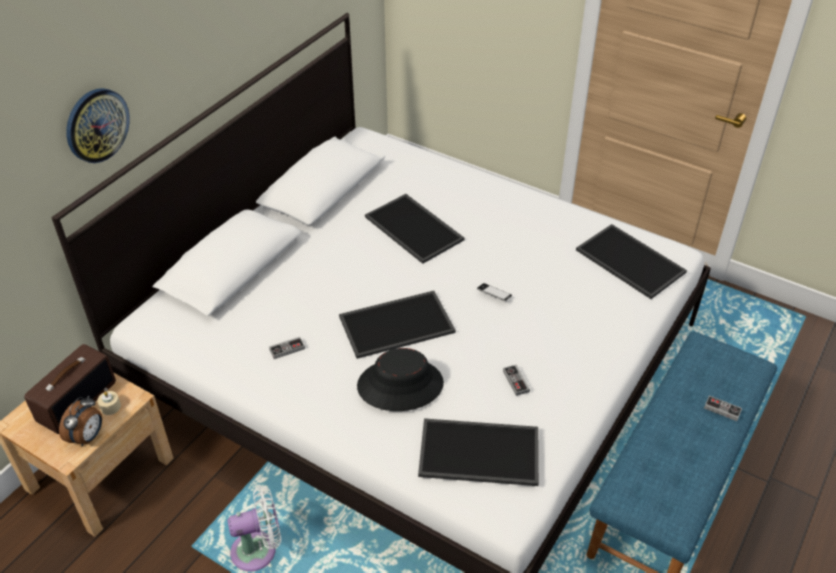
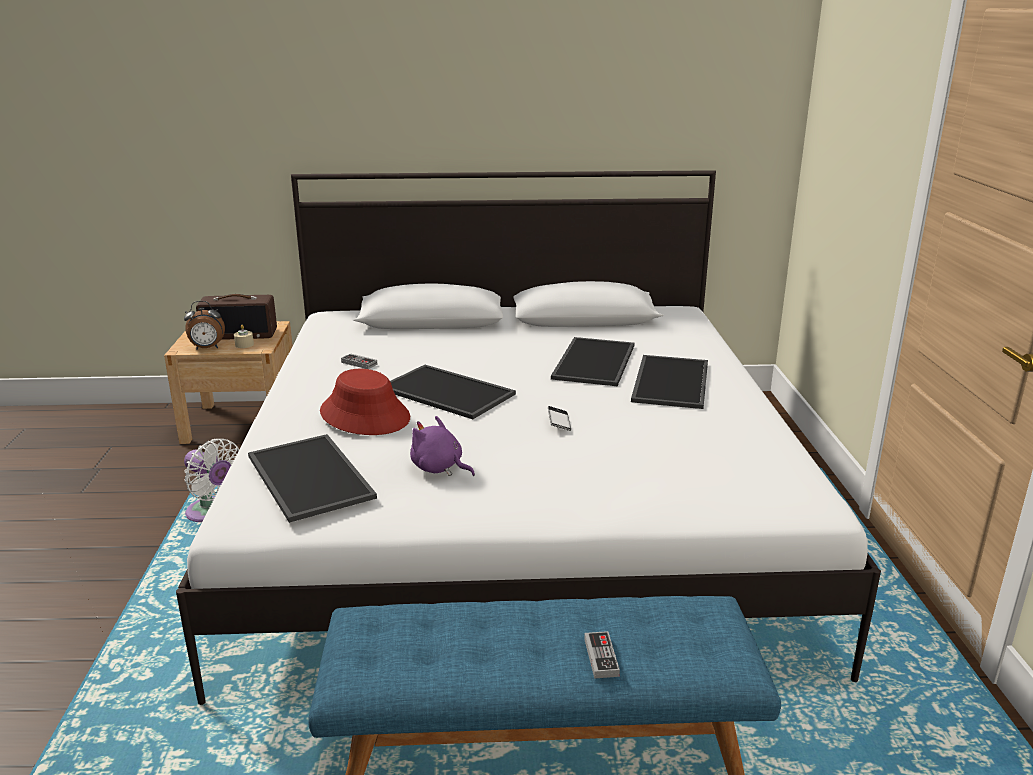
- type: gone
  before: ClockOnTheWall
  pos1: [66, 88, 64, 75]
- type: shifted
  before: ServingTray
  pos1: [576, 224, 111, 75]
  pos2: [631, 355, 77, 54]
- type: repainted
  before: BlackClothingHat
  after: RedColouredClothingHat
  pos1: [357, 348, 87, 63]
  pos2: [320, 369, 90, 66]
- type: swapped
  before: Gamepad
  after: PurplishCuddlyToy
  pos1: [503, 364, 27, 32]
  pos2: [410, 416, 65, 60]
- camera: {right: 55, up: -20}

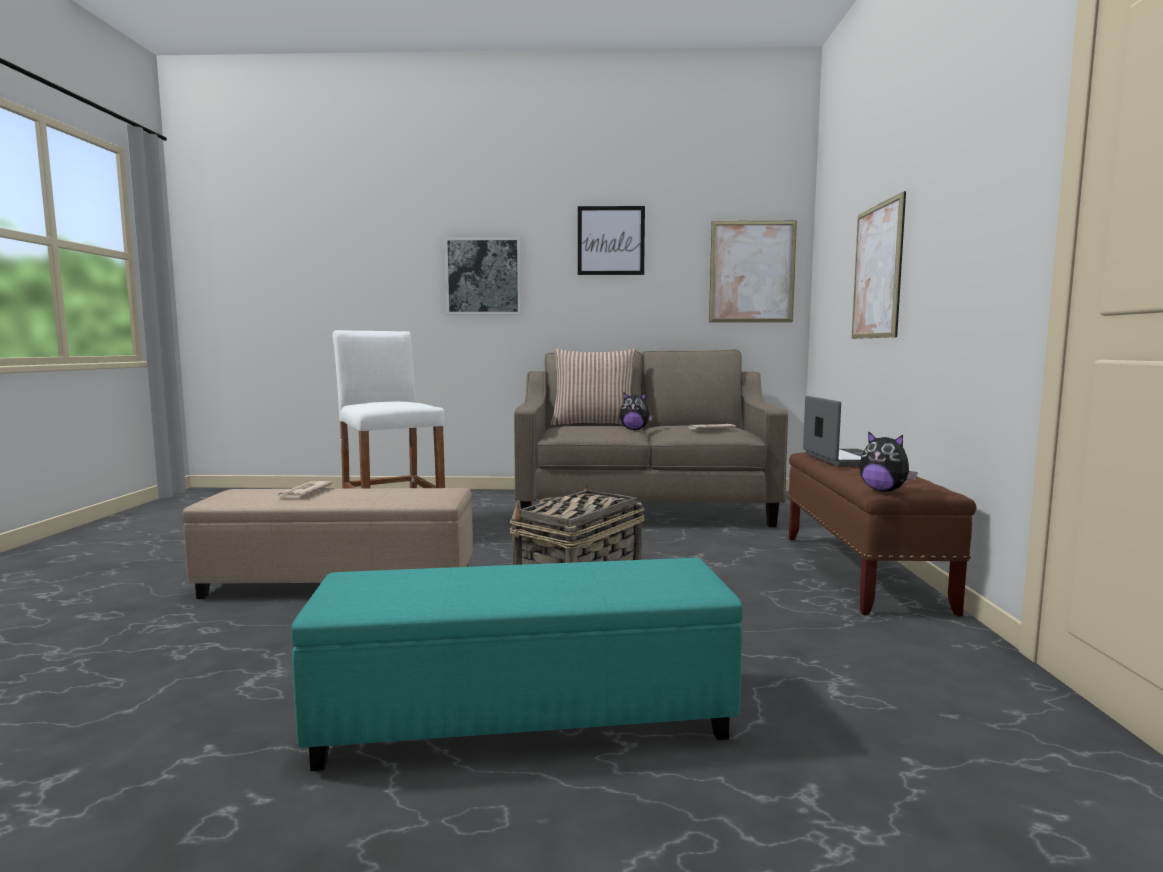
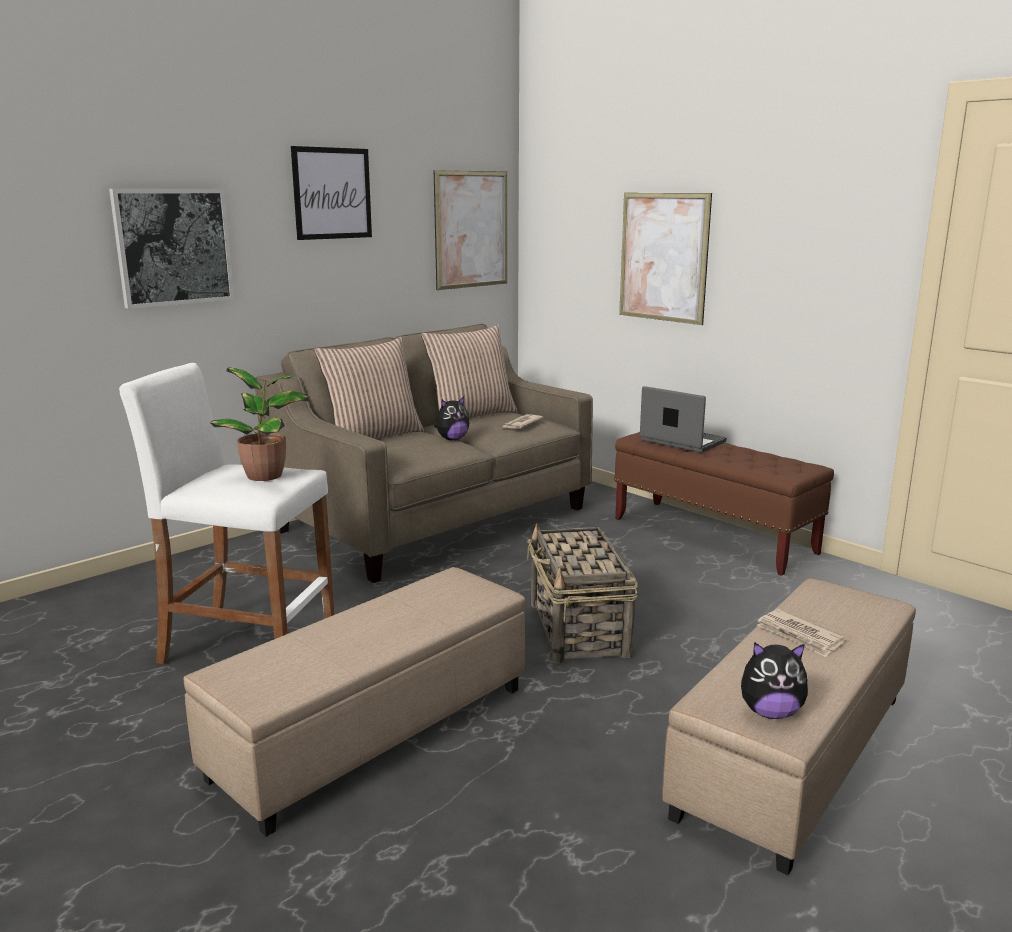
- type: shifted
  before: CuddlyToy
  pos1: [859, 431, 59, 61]
  pos2: [741, 642, 67, 77]
- type: shifted
  before: PrintedPaper
  pos1: [278, 481, 54, 17]
  pos2: [757, 609, 89, 48]
- type: repainted
  before: BlueGreenPouffe
  after: BeigePouffe
  pos1: [291, 558, 451, 213]
  pos2: [662, 578, 254, 297]
- type: new
  after: ThrowPillow
  pos2: [421, 325, 96, 92]
- type: new
  after: Houseplant
  pos2: [210, 367, 99, 114]
- camera: {right: -45, up: 10}

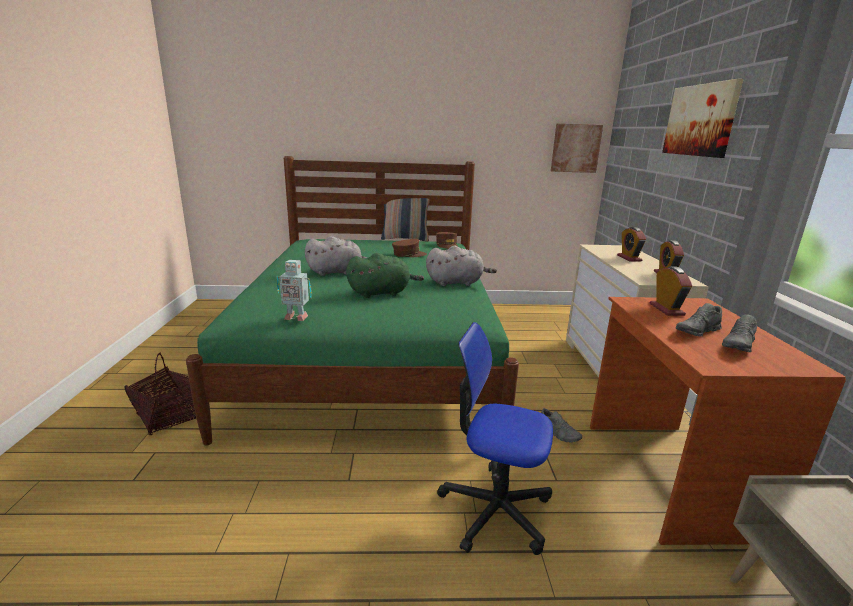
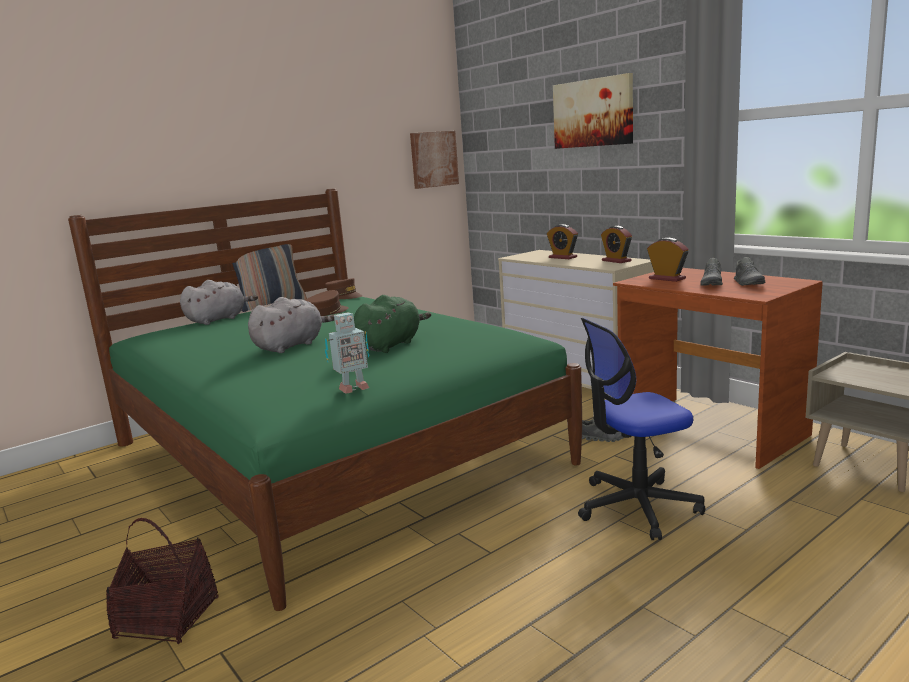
- type: shifted
  before: GreyishCuddlyToy
  pos1: [426, 246, 71, 40]
  pos2: [180, 280, 78, 45]
- camera: {right: -35, up: -5}

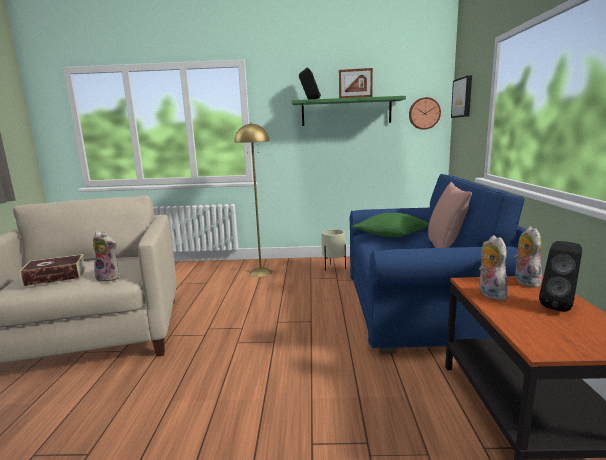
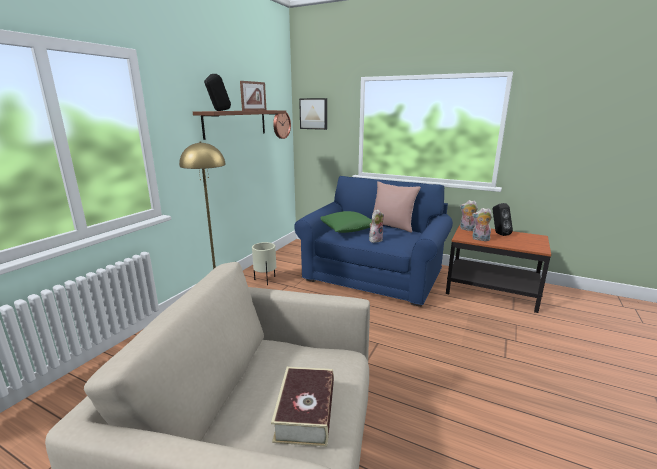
- type: repainted
  before: GreenColouredWallShelf
  after: BrownishWallShelf
  pos1: [292, 96, 114, 30]
  pos2: [193, 110, 93, 30]
- type: shifted
  before: CuddlyToy
  pos1: [93, 231, 26, 51]
  pos2: [369, 209, 15, 34]
- camera: {right: -65, up: 5}

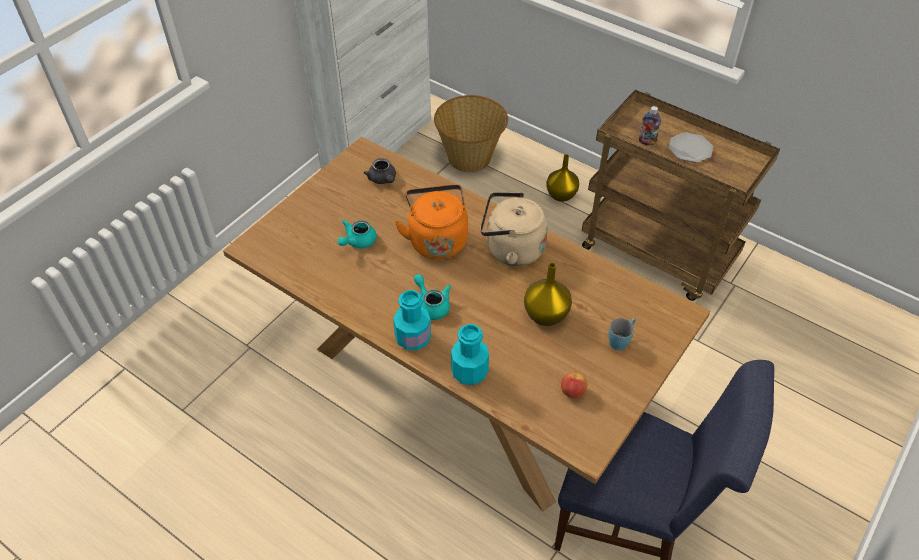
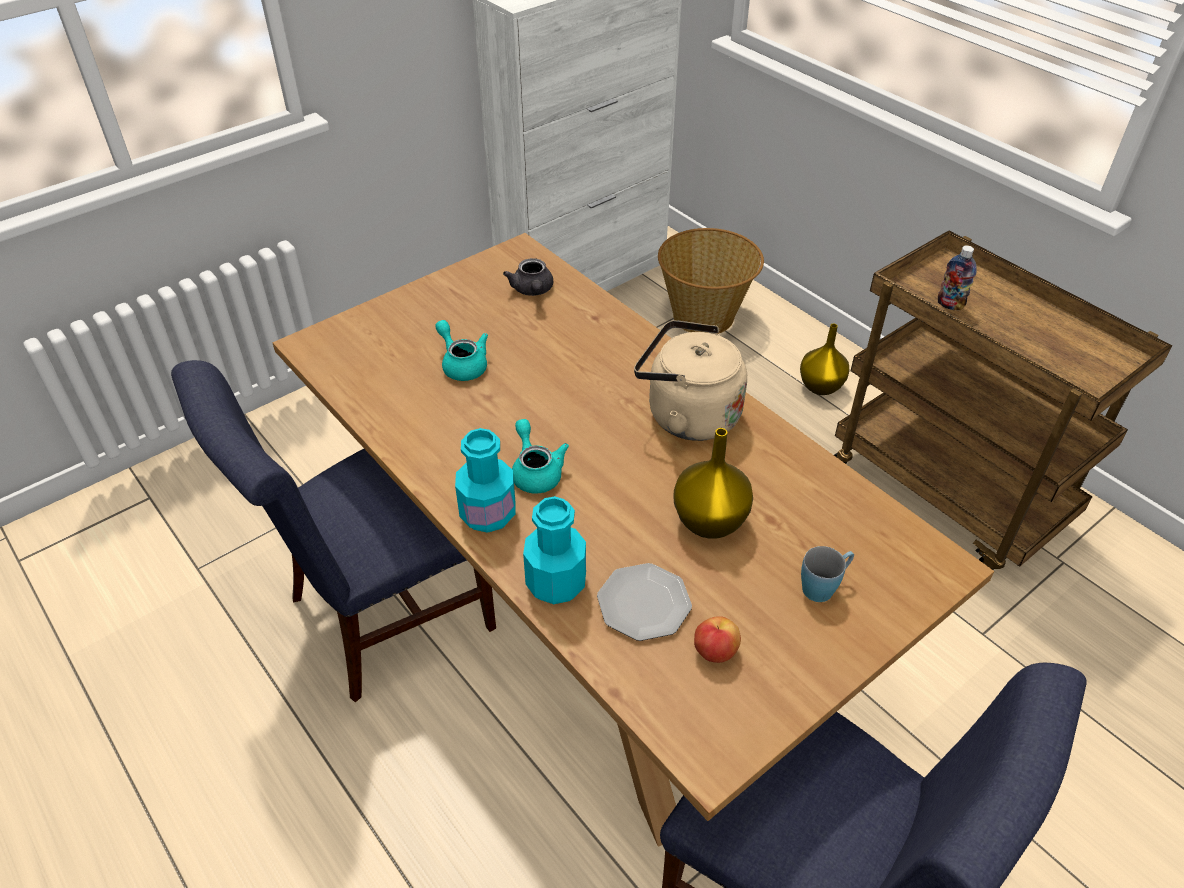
- type: shifted
  before: Plate
  pos1: [669, 132, 44, 31]
  pos2: [597, 563, 95, 78]
- type: gone
  before: OrangeColouredWaterKettle
  pos1: [395, 185, 73, 74]
- type: rotated
  before: BlueGreenTeaPot
  pos1: [338, 220, 39, 28]
  pos2: [435, 320, 53, 61]
  turn: 90
- type: new
  after: BluishUprightChair
  pos2: [171, 360, 325, 342]
- camera: {right: 15, up: -5}

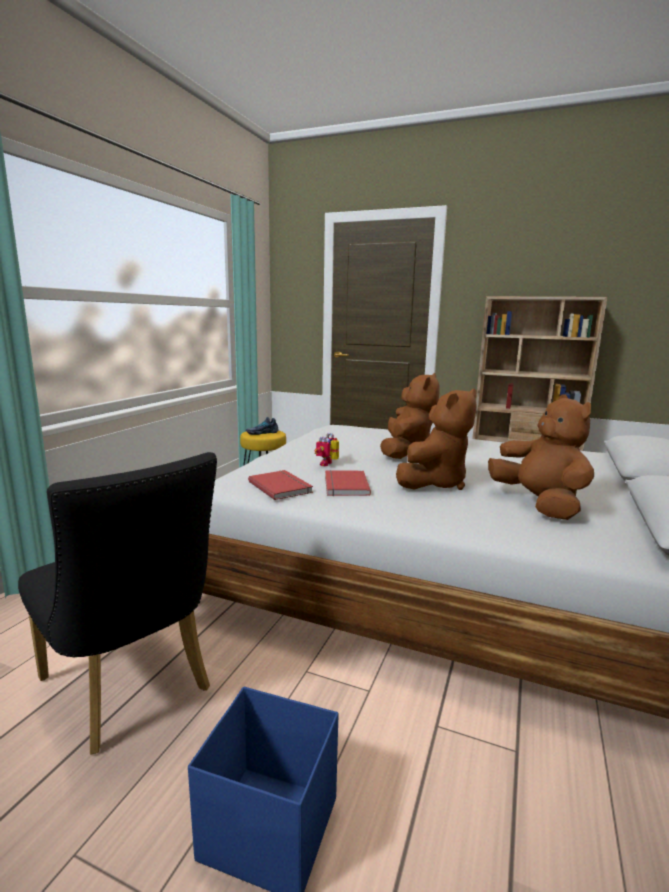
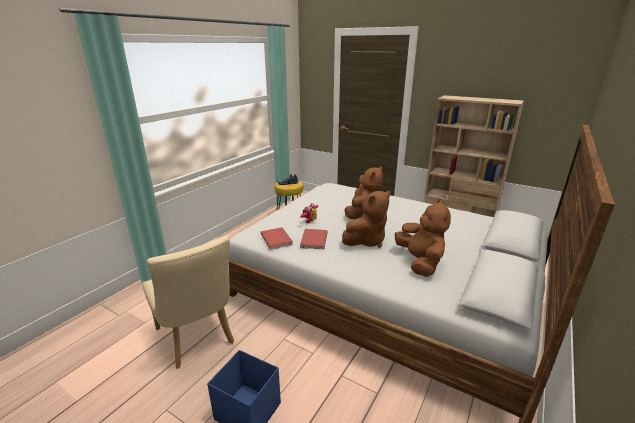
- type: repainted
  before: BlackUprightChair
  after: BeigeUprightChair
  pos1: [18, 452, 199, 303]
  pos2: [143, 236, 91, 133]
- camera: {right: 10, up: 10}

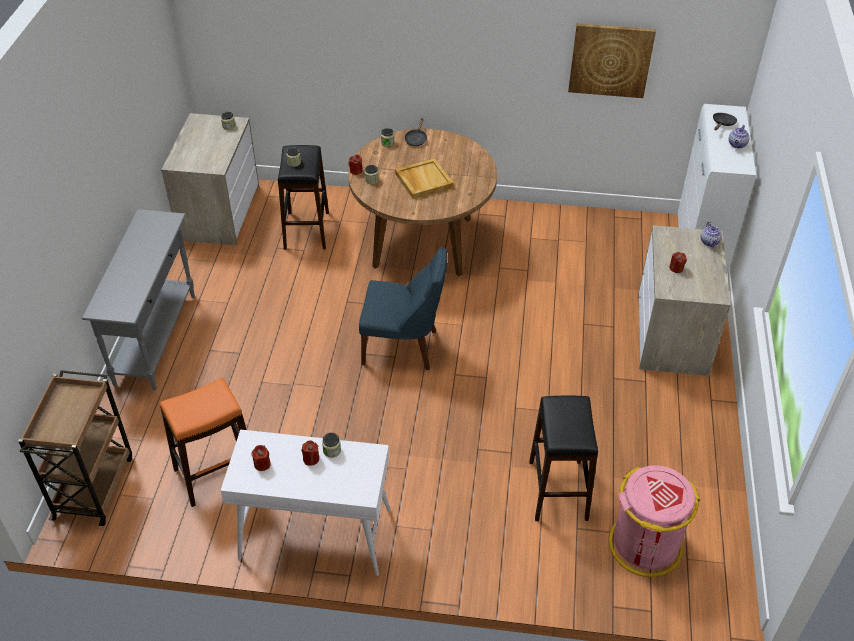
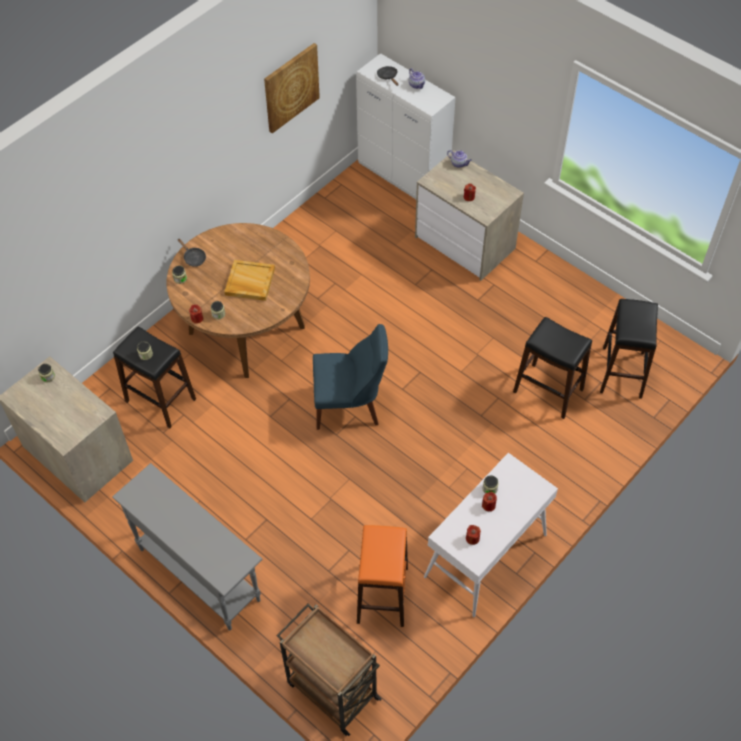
- type: rotated
  before: BluishUprightChair
  pos1: [359, 247, 88, 123]
  pos2: [313, 324, 75, 106]
  turn: 45
- type: swapped
  before: PinkishRubbishBin
  after: BlackSittingStool
  pos1: [609, 465, 91, 112]
  pos2: [600, 299, 58, 100]
- camera: {right: -55, up: 10}

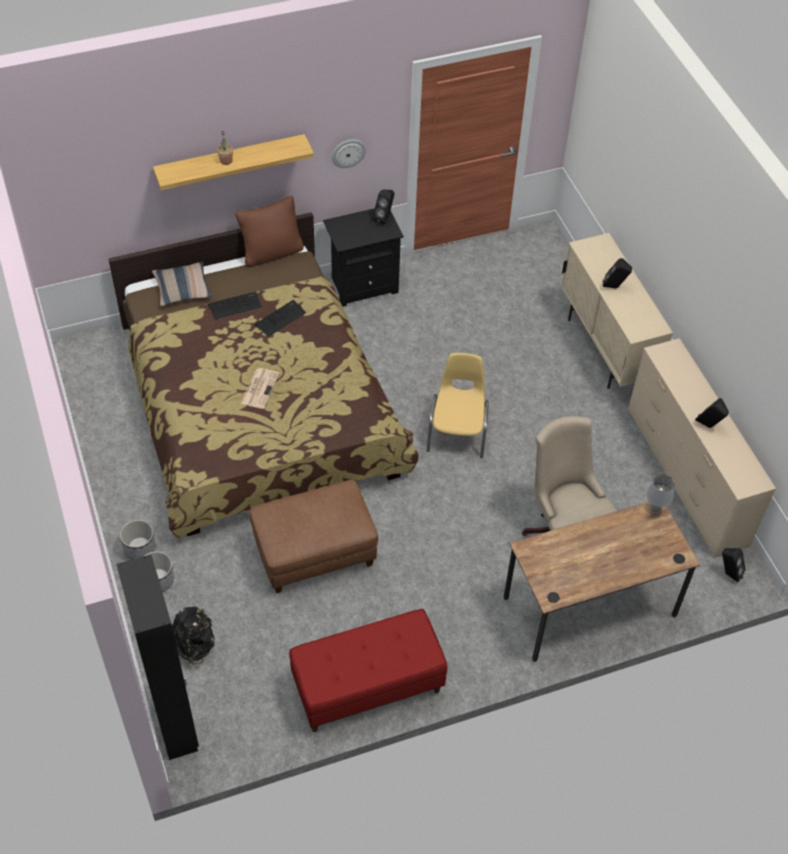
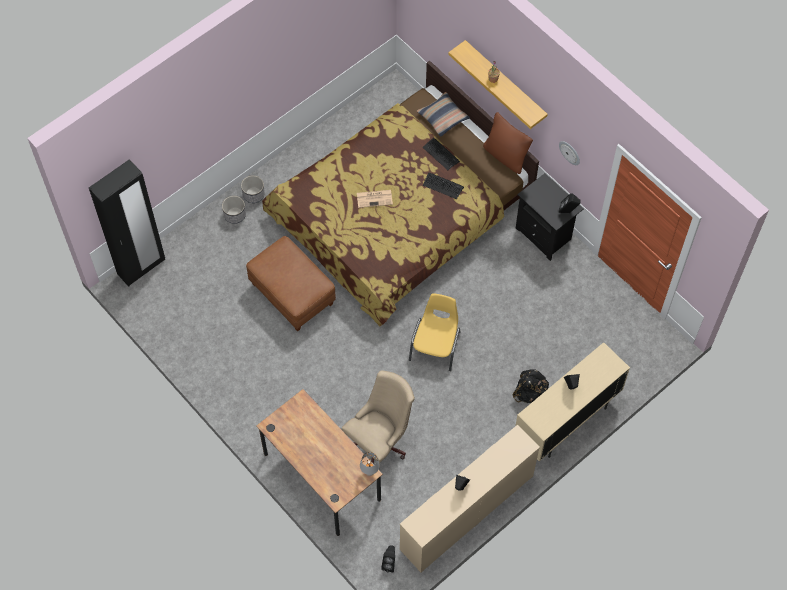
- type: rotated
  before: YellowColouredUprightChair
  pos1: [427, 353, 62, 105]
  pos2: [409, 293, 52, 78]
  turn: -60
- type: shifted
  before: BlackRucksack
  pos1: [172, 607, 43, 58]
  pos2: [513, 369, 36, 34]
- type: gone
  before: RedColouredLongSeat
  pos1: [289, 609, 158, 123]
- camera: {right: 70, up: 10}

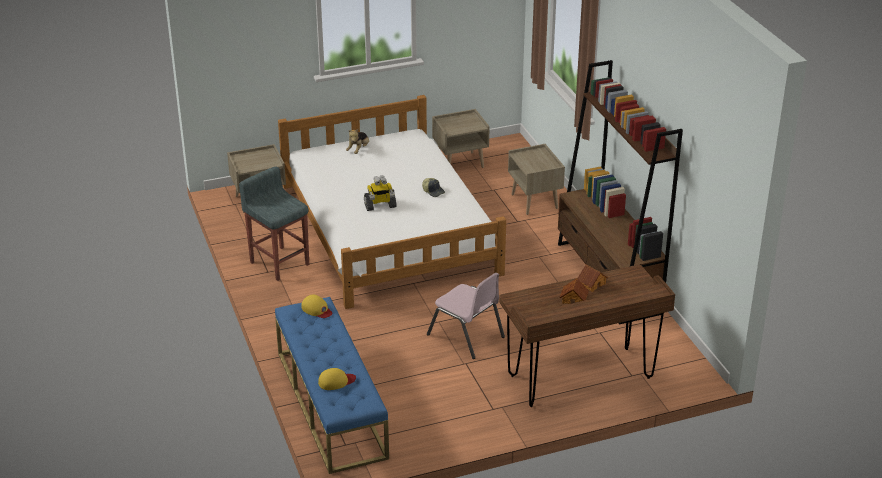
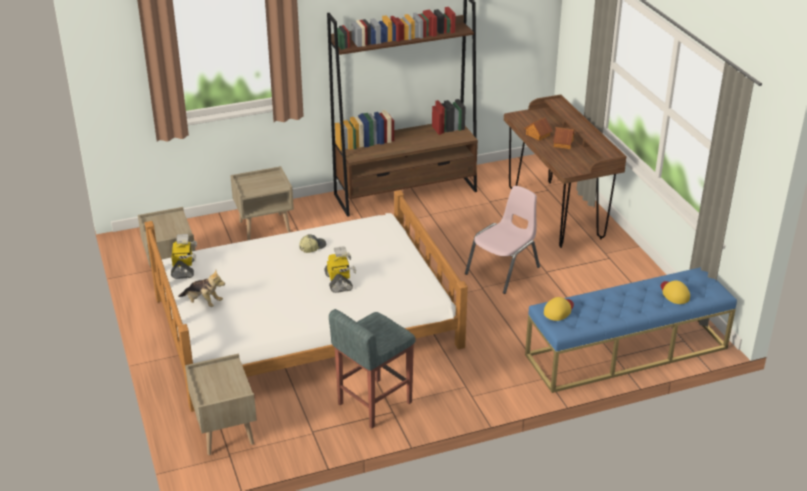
- type: new
  after: ModelRobot
  pos2: [171, 234, 26, 45]
- camera: {right: -90, up: 0}

